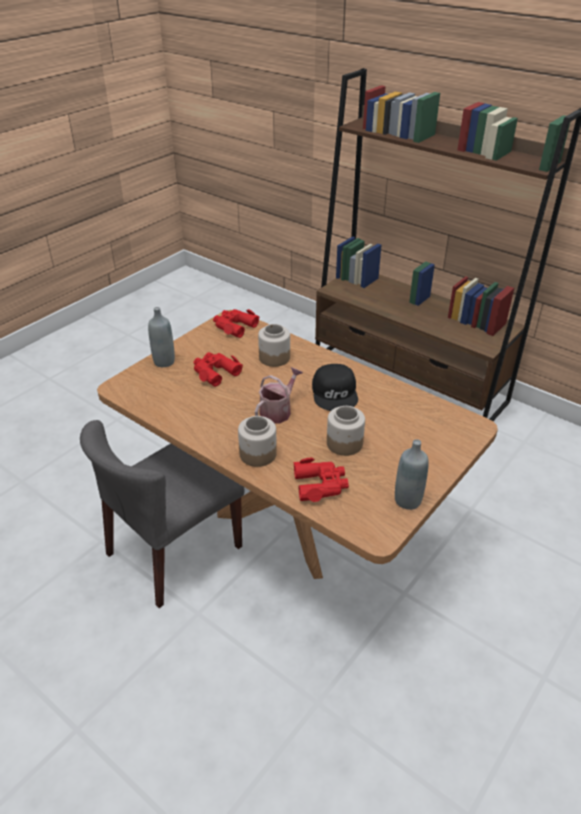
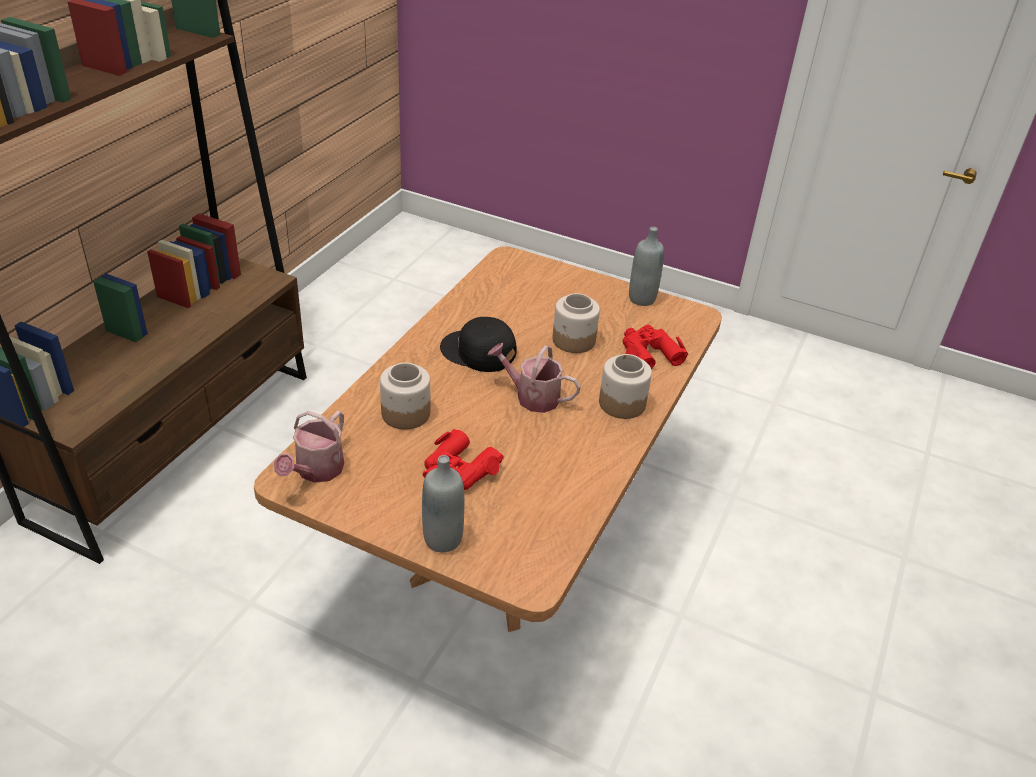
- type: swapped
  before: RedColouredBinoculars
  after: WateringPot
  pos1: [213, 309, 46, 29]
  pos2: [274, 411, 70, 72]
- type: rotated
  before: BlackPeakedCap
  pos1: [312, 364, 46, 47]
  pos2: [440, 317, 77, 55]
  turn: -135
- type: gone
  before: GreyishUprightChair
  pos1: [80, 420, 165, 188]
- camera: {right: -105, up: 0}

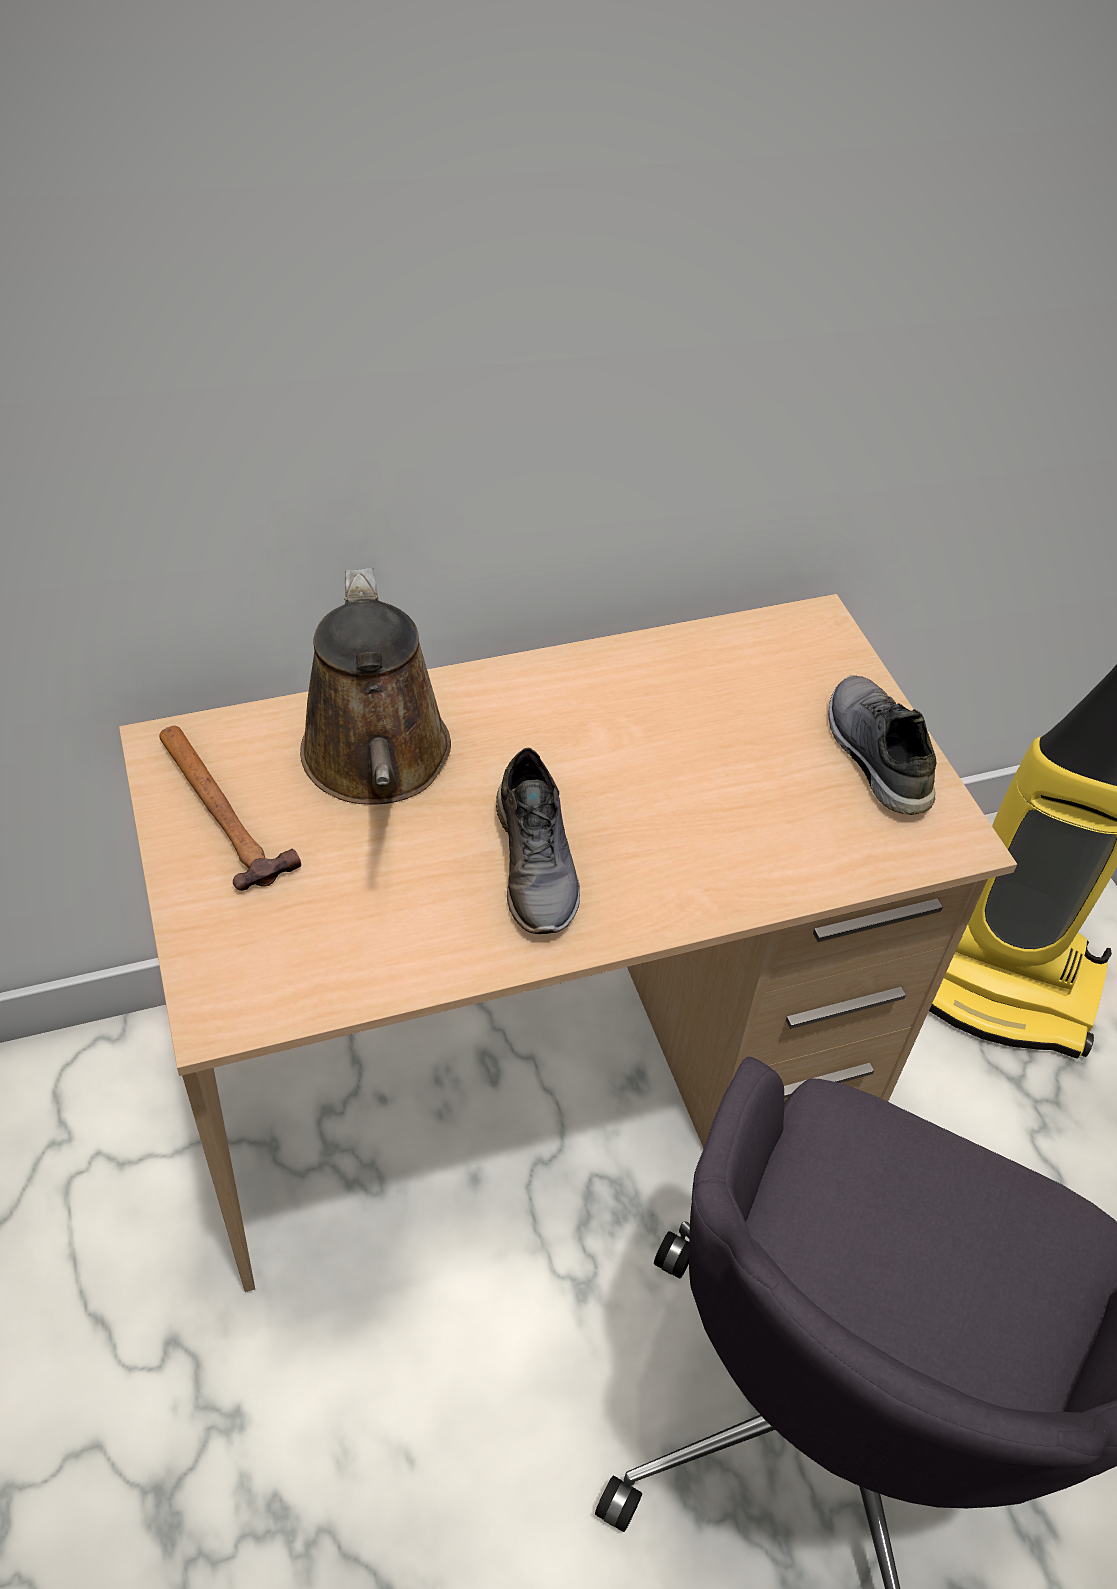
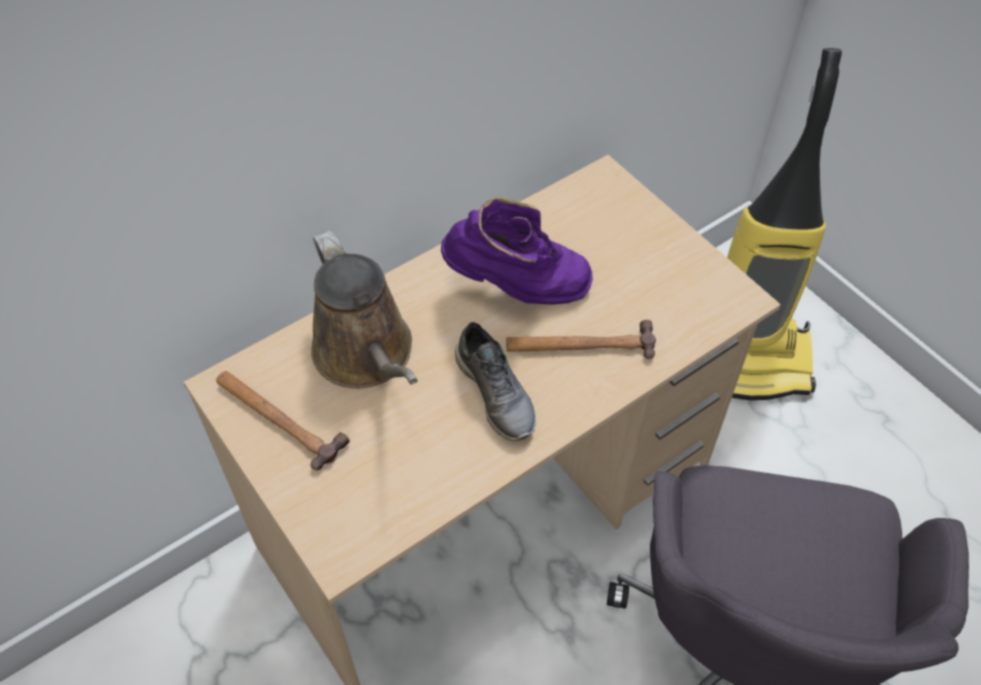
- type: gone
  before: GreyishShoe
  pos1: [828, 675, 109, 140]
- type: new
  after: PurplishBoot
  pos2: [441, 197, 152, 108]
- type: new
  after: Hammer
  pos2: [506, 320, 150, 39]
- camera: {right: -15, up: 5}

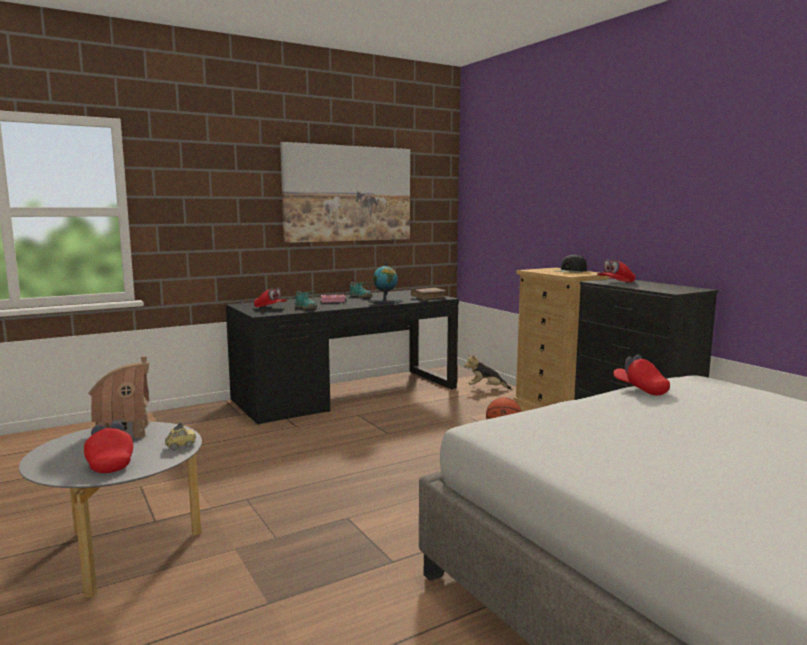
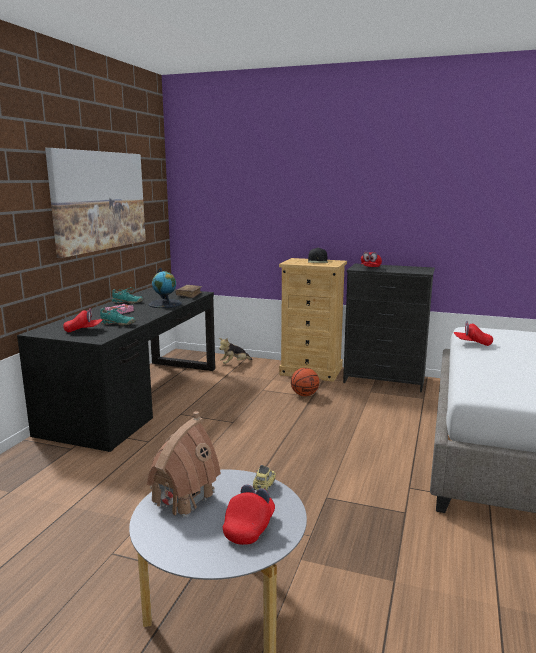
- type: rotated
  before: RedColouredPeakedCap
  pos1: [84, 422, 49, 51]
  pos2: [223, 485, 52, 60]
  turn: 90
- camera: {right: -40, up: 5}

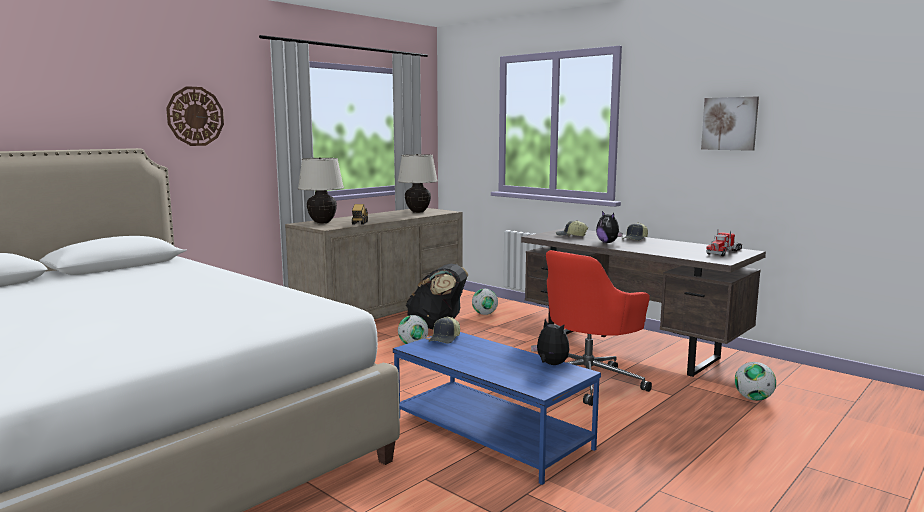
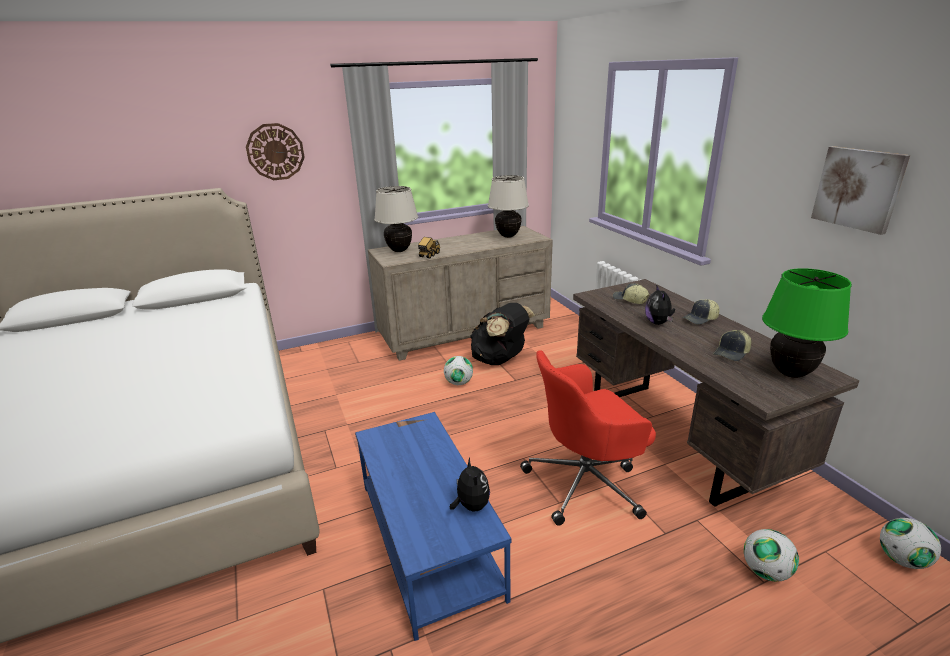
- type: swapped
  before: ToyTruck
  after: GreenColouredTableLamp
  pos1: [706, 229, 36, 27]
  pos2: [762, 268, 90, 110]
- type: shifted
  before: Football
  pos1: [472, 289, 26, 26]
  pos2: [880, 518, 61, 51]
- type: shifted
  before: PeakedCap
  pos1: [428, 316, 32, 28]
  pos2: [713, 330, 38, 31]
- camera: {right: 25, up: 15}

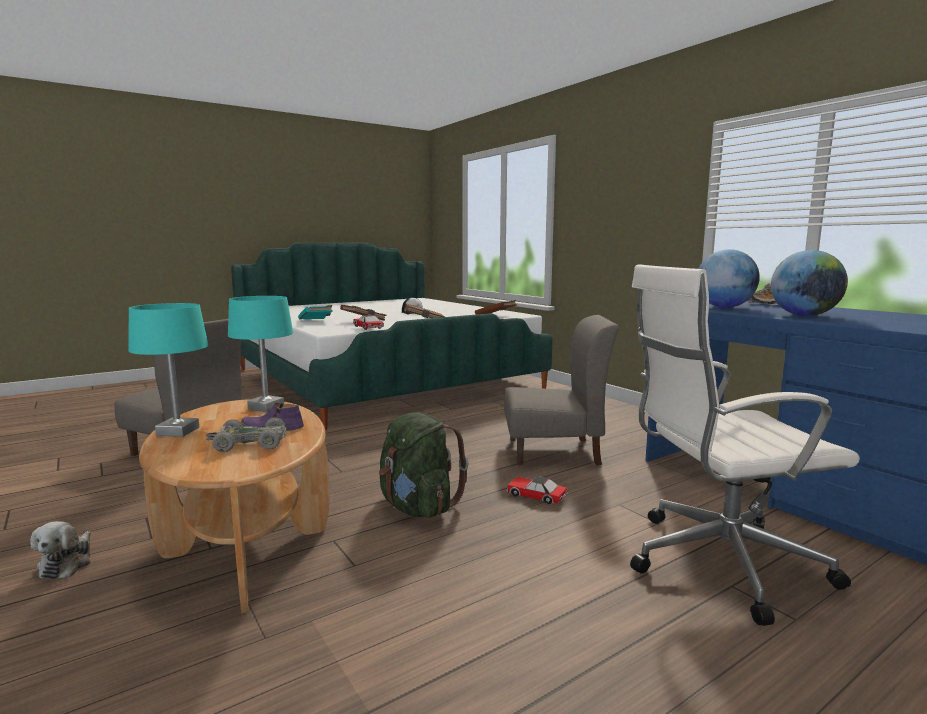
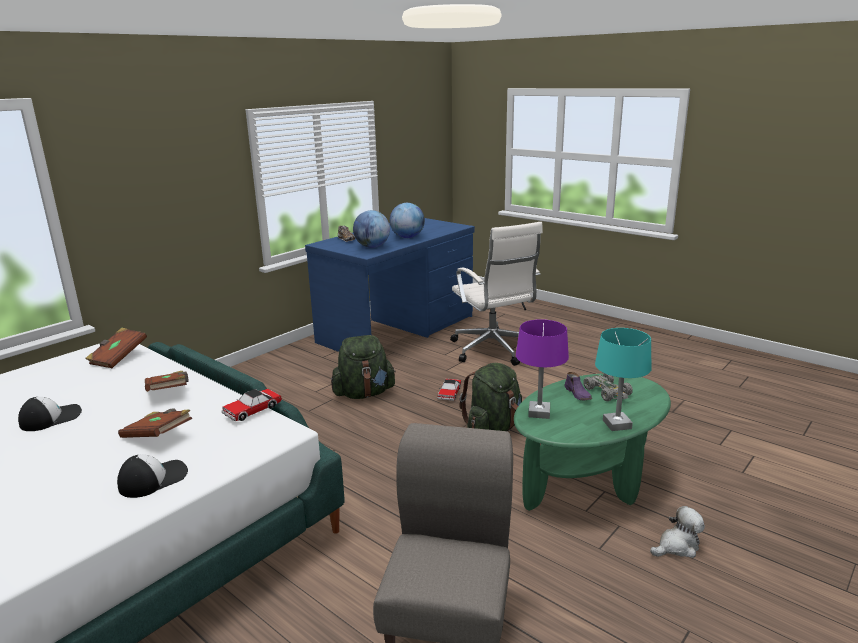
- type: repainted
  before: BlueGreenTableLamp
  after: PurplishTableLamp
  pos1: [228, 296, 65, 116]
  pos2: [516, 319, 53, 100]
- type: swapped
  before: BlueGreenBoundBook
  after: PeakedCap
  pos1: [298, 305, 34, 14]
  pos2: [117, 454, 71, 44]
- type: swapped
  before: GreyishUprightChair
  after: GreenColouredRucksack
  pos1: [504, 315, 115, 150]
  pos2: [331, 335, 65, 64]
- type: repainted
  before: BrownishLowTable
  after: GreenColouredLowTable
  pos1: [139, 399, 190, 215]
  pos2: [514, 373, 157, 138]
- camera: {right: -105, up: 10}

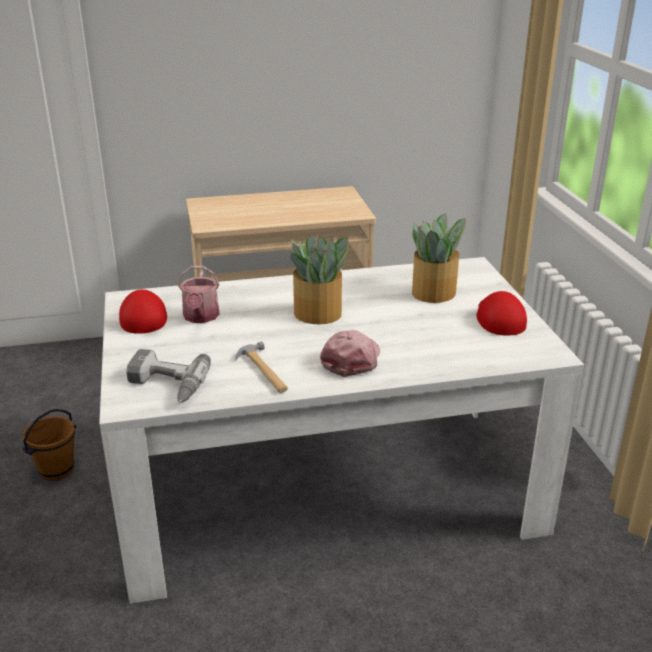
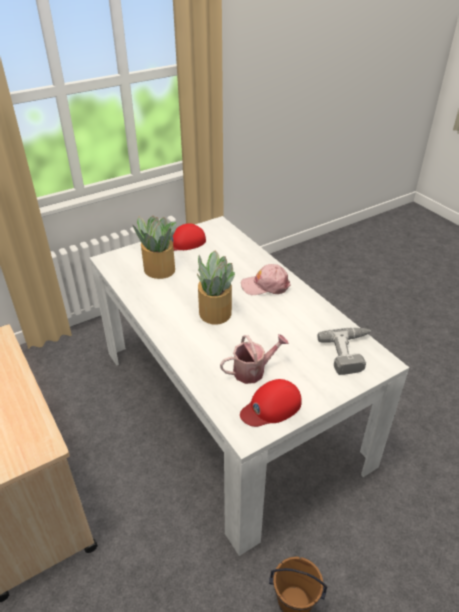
- type: gone
  before: Hammer
  pos1: [235, 341, 53, 52]
- camera: {right: -110, up: 10}

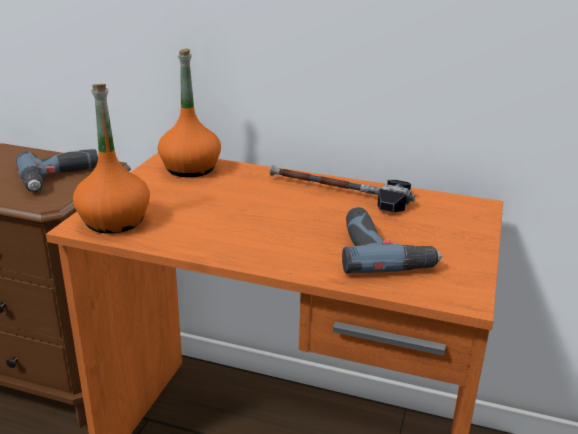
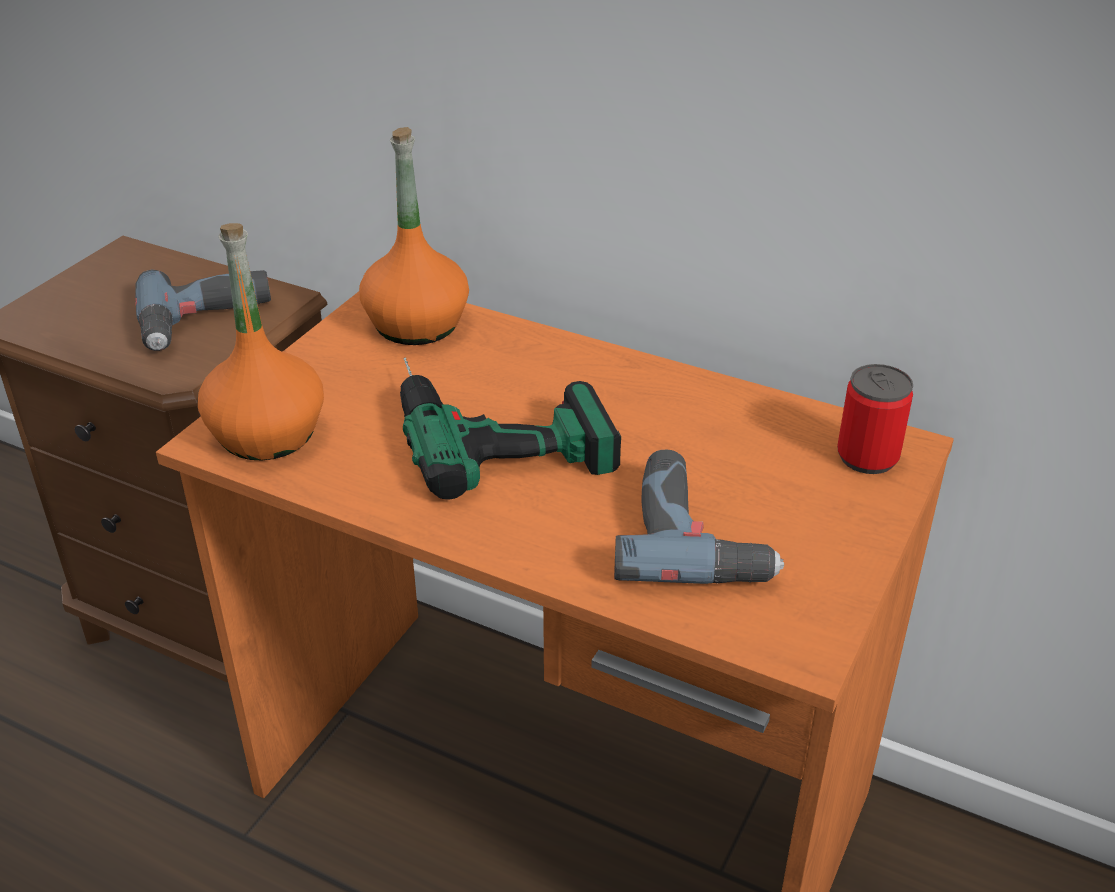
- type: gone
  before: Hammer
  pos1: [270, 165, 145, 48]
- type: new
  after: ElectricDrill
  pos2: [400, 358, 221, 142]
- type: new
  after: MetalCan
  pos2: [837, 364, 76, 110]
- camera: {right: 10, up: 10}

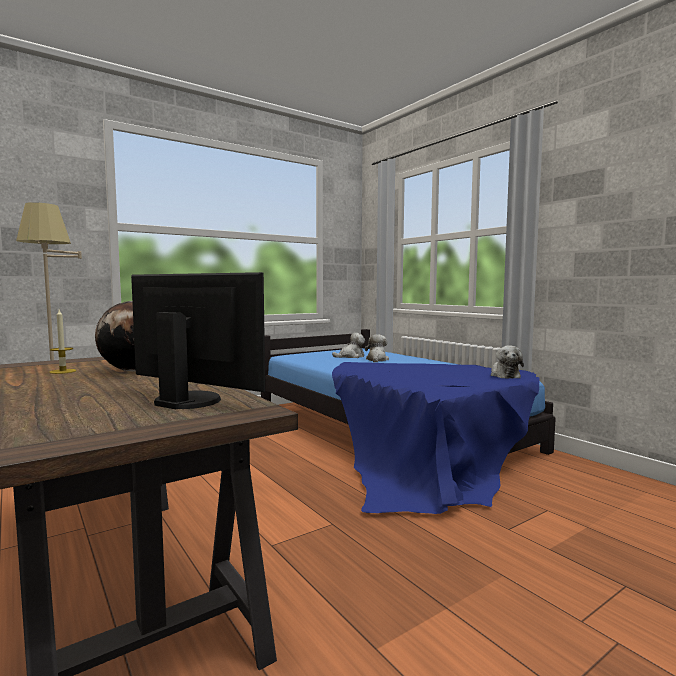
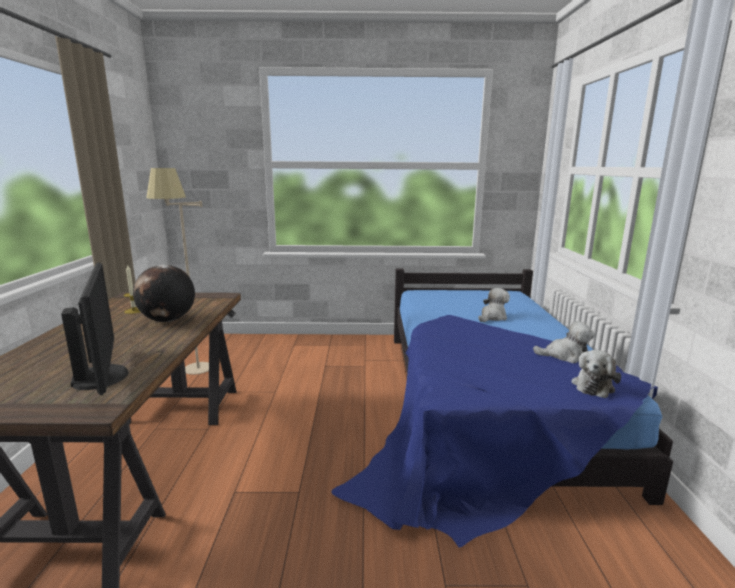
- type: shifted
  before: CuddlyToy
  pos1: [332, 333, 33, 25]
  pos2: [533, 321, 62, 42]
- camera: {right: 35, up: 10}

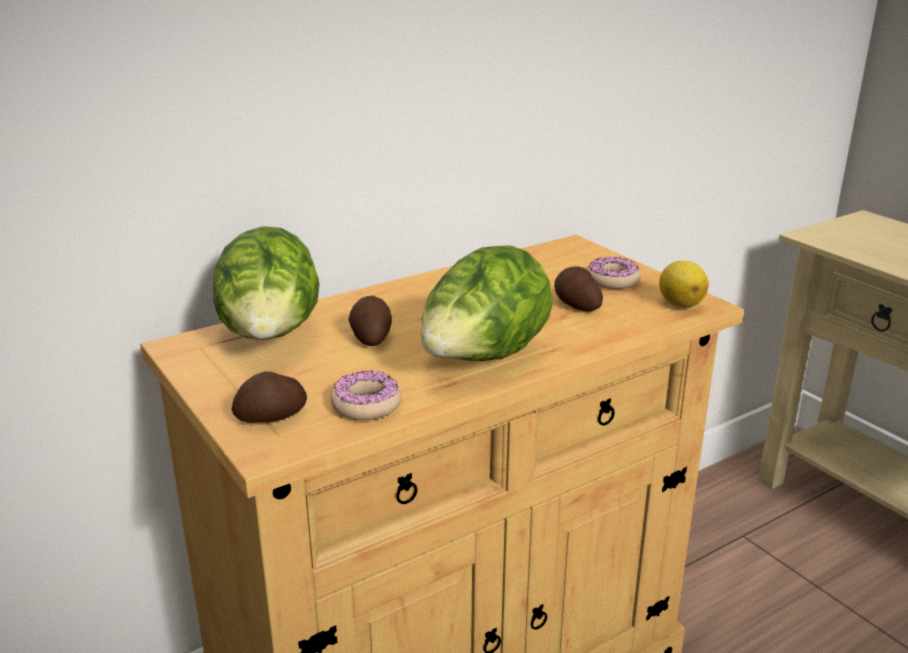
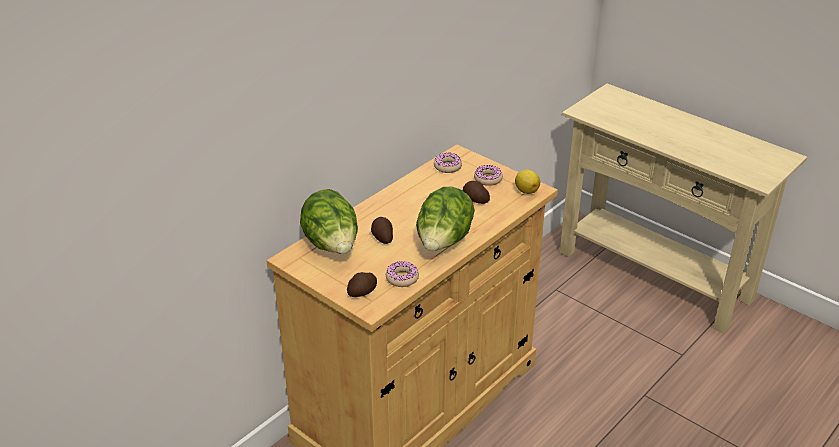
- type: new
  after: RingDoughnut
  pos2: [434, 153, 28, 20]
- camera: {right: -15, up: 10}

